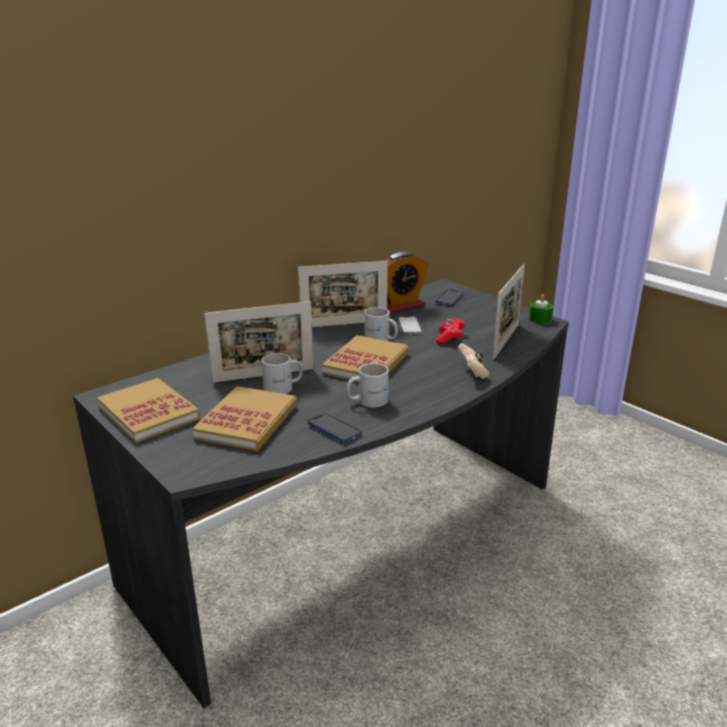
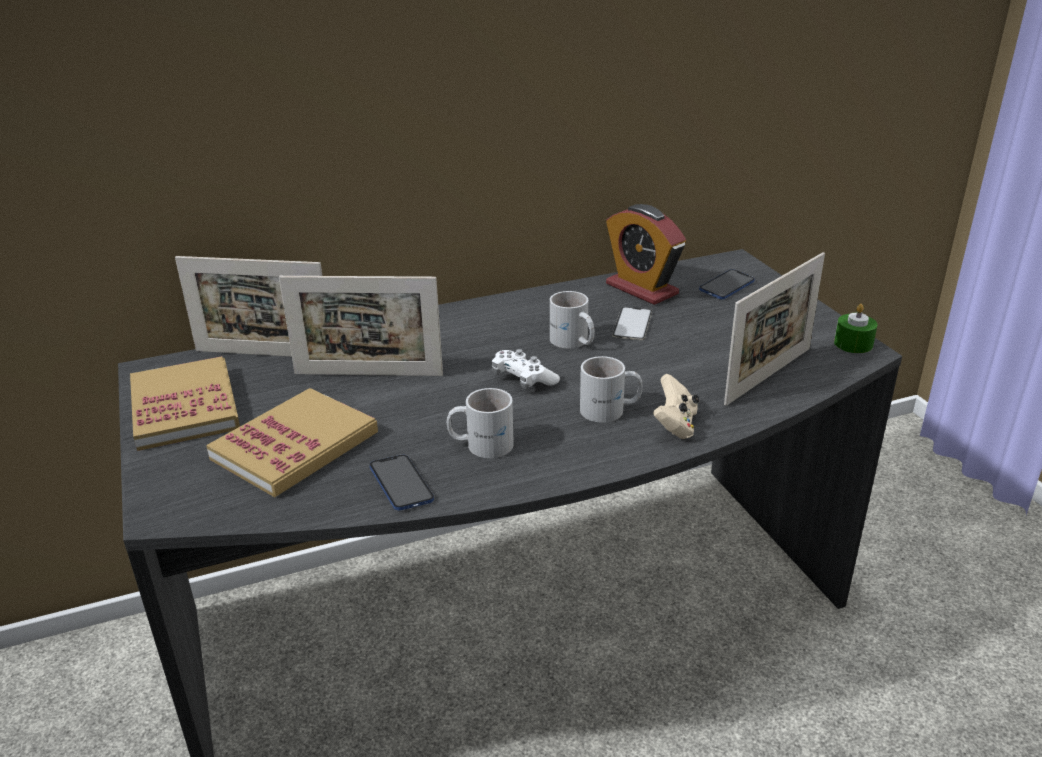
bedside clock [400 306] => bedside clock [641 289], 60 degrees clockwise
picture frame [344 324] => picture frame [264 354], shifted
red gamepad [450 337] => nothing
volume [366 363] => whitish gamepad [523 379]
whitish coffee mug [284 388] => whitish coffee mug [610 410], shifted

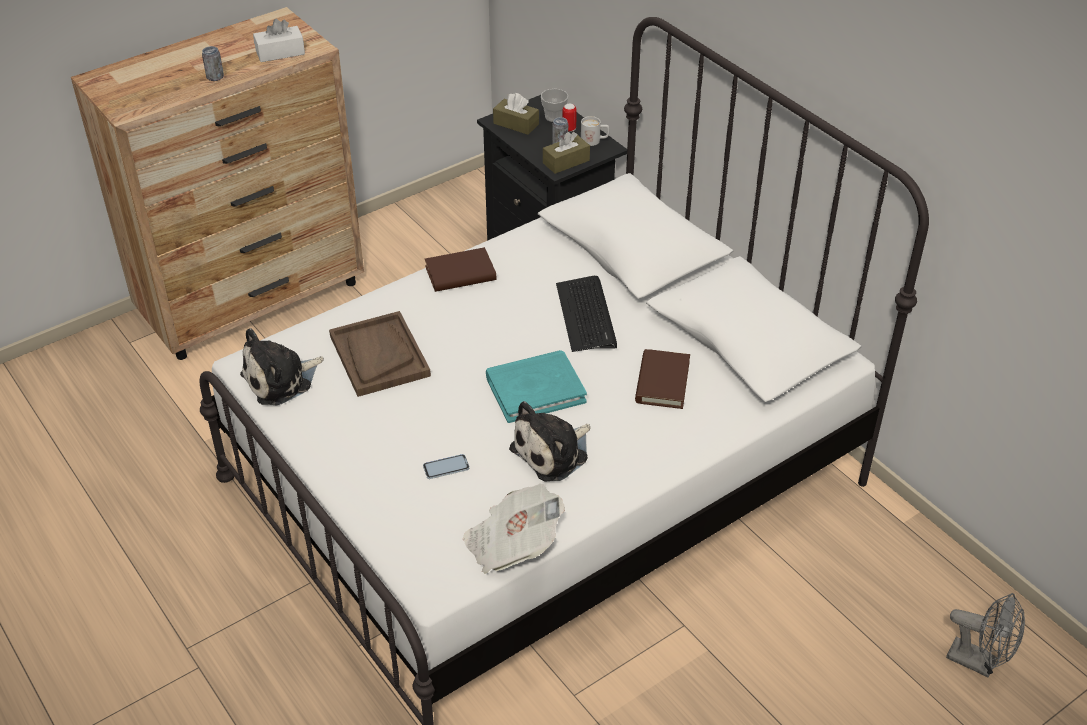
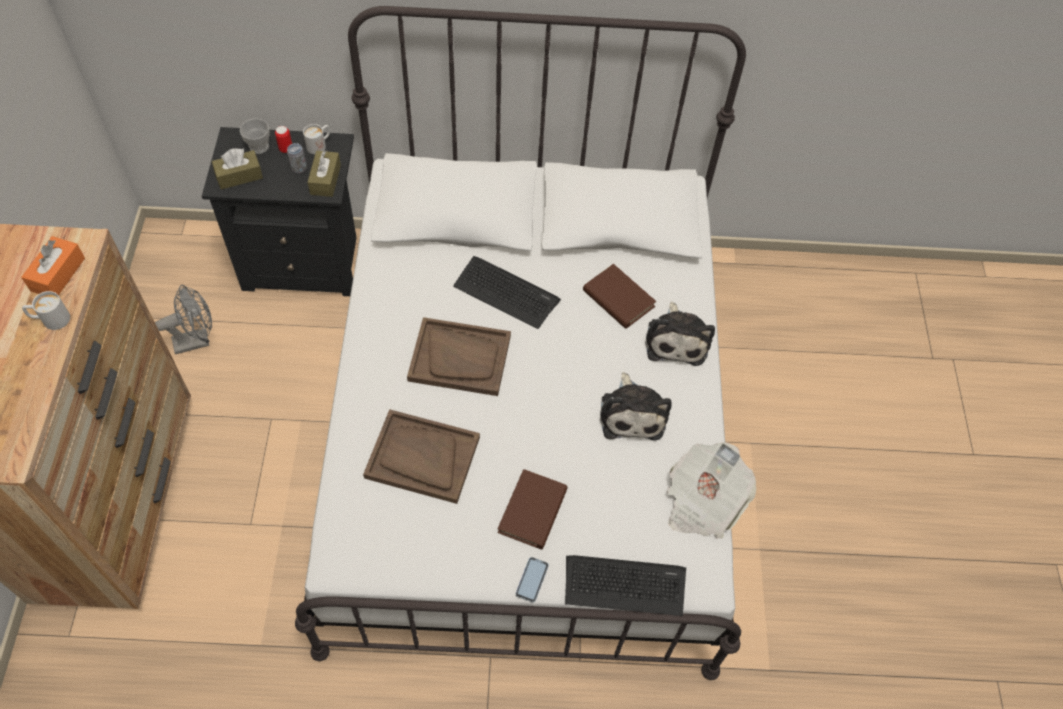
whitish tissue box [280 52] => orange tissue box [58 274]
can [215 77] => nothing
brown volume [460 273] => brown volume [532 511], shifted
cuddly toy [281 380] => cuddly toy [676 339], shifted
turquoise volume [535 389] => nothing
phone [446 467] => phone [532 580], shifted
greyish cooling fan [979 662] => greyish cooling fan [197 340], shifted
nothing => whitish coffee mug [50 319]
nothing => brown serving tray [460 358]
nothing => computer keyboard [624 585]

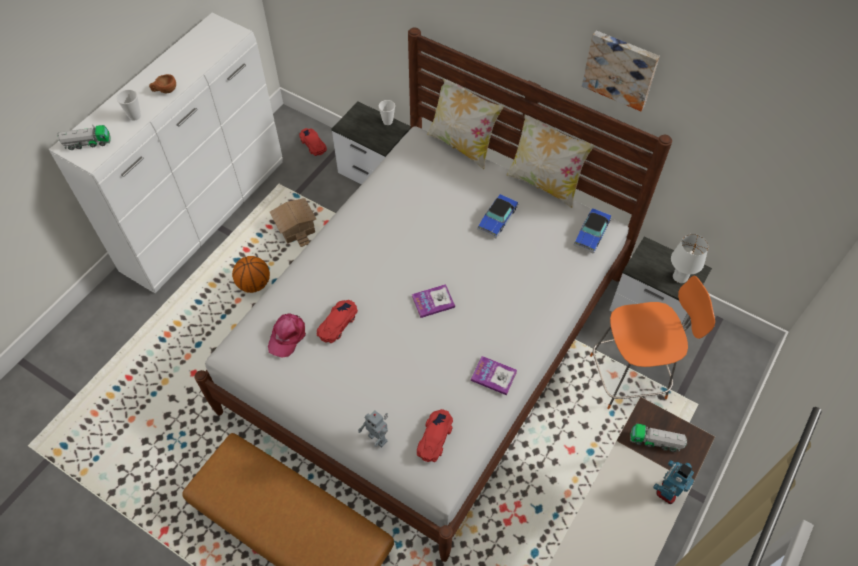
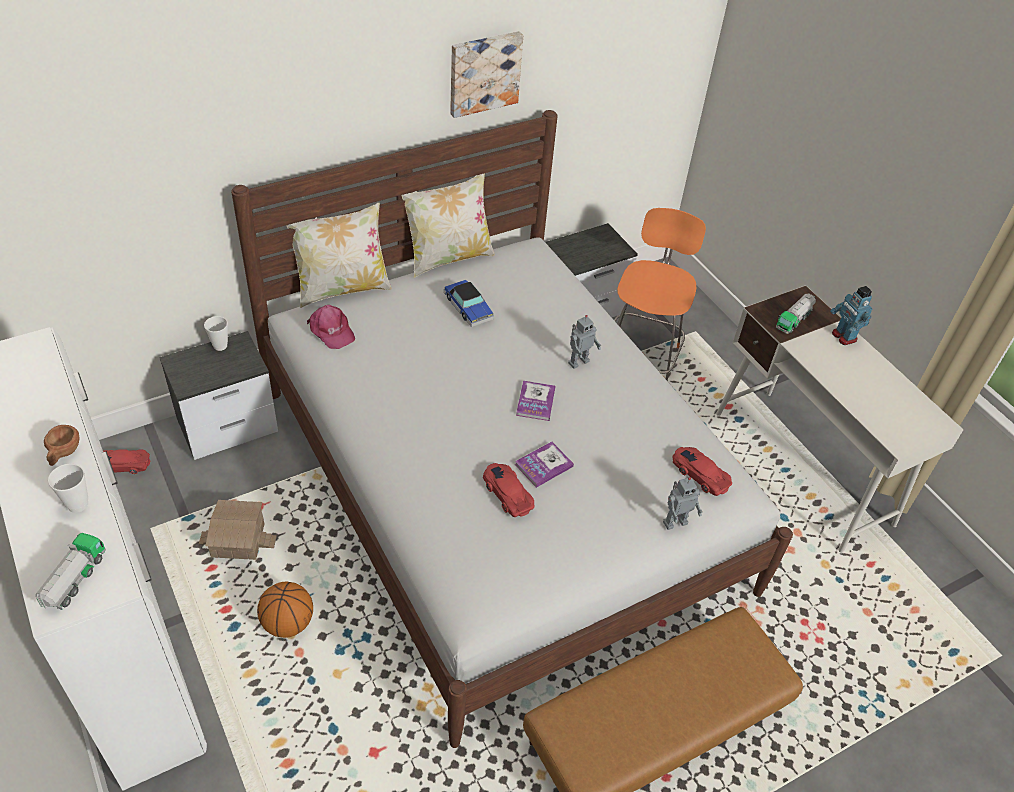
miniature car [591 233] => nothing
whitish lamp for a table [679 278] => nothing
pink-coloured cap [287 336] => pink-coloured cap [331 331], shifted
volume [493 376] => volume [544 465], shifted
nothing => model robot [578 361]

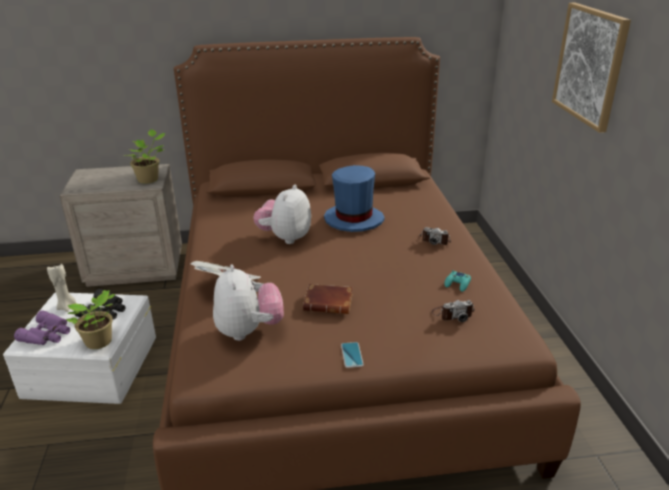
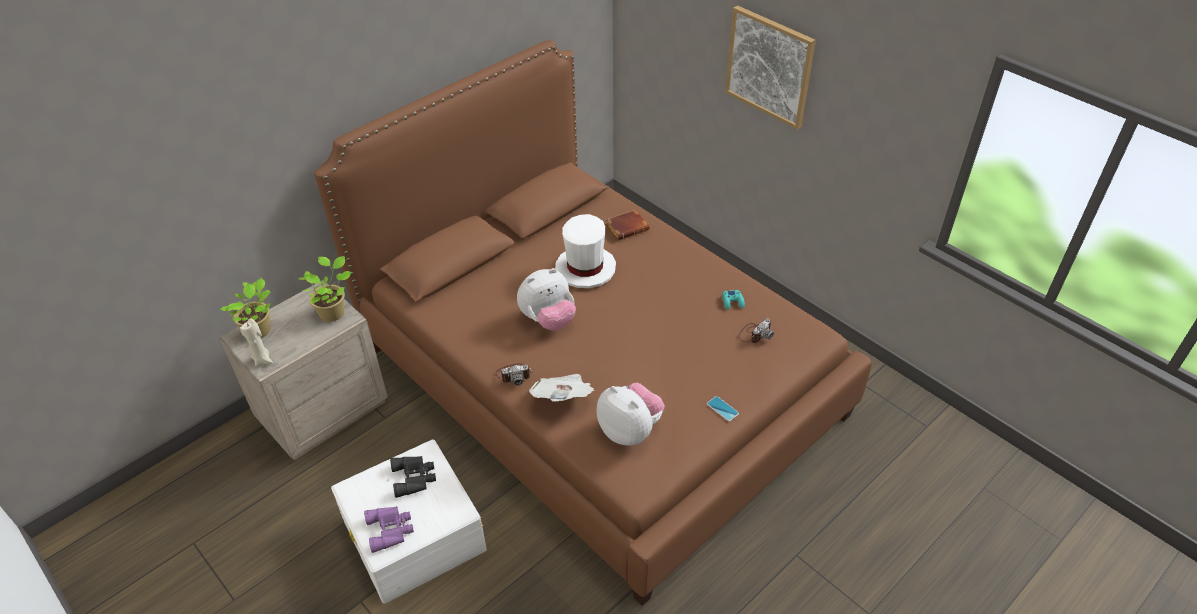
blue-coloured hat [353 220] => whitish hat [585 269]
cuddly toy [285 238] => cuddly toy [548 320], 105 degrees counterclockwise
photo camera [435 240] => photo camera [514 375], shifted
sand-coloured candle [67 307] => sand-coloured candle [263 360], shifted
brown volume [330 302] => brown volume [627 227], shifted
potted plant [100 342] => potted plant [260 331], shifted

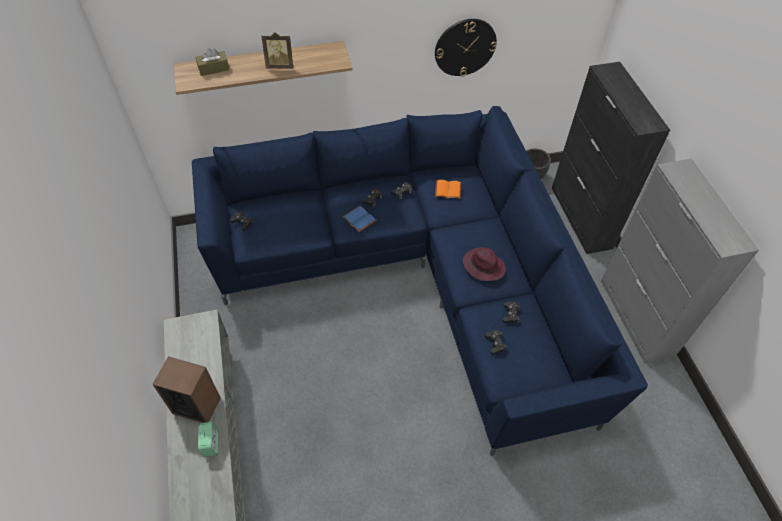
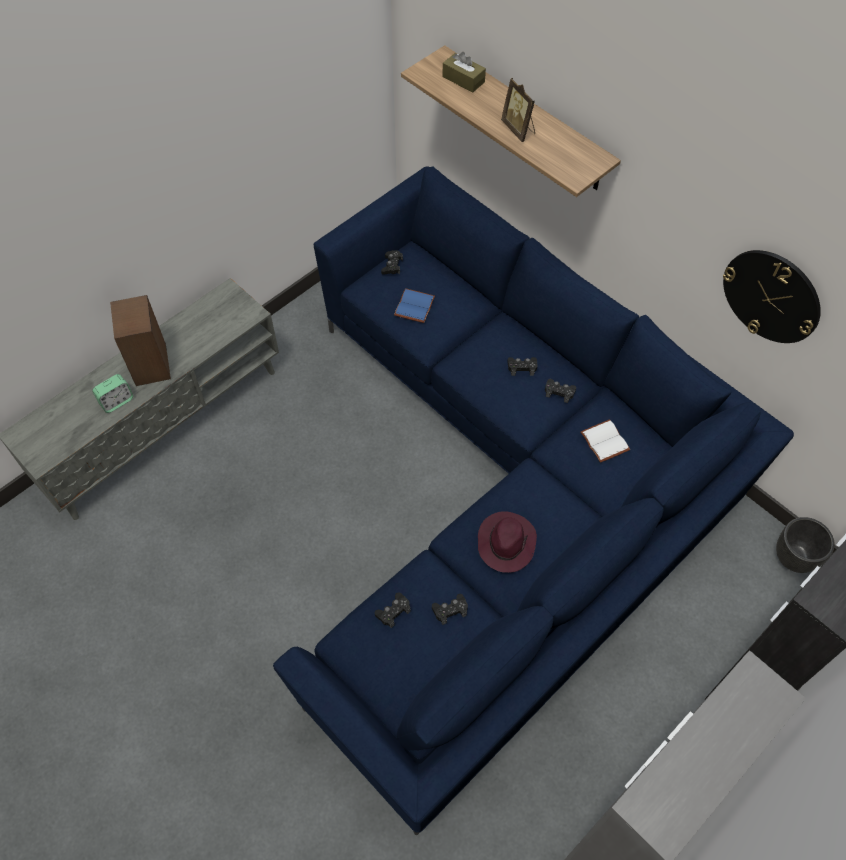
orange volume [447 190] => whitish volume [603 441]
blue-coloured volume [358 219] => blue-coloured volume [413 305], shifted

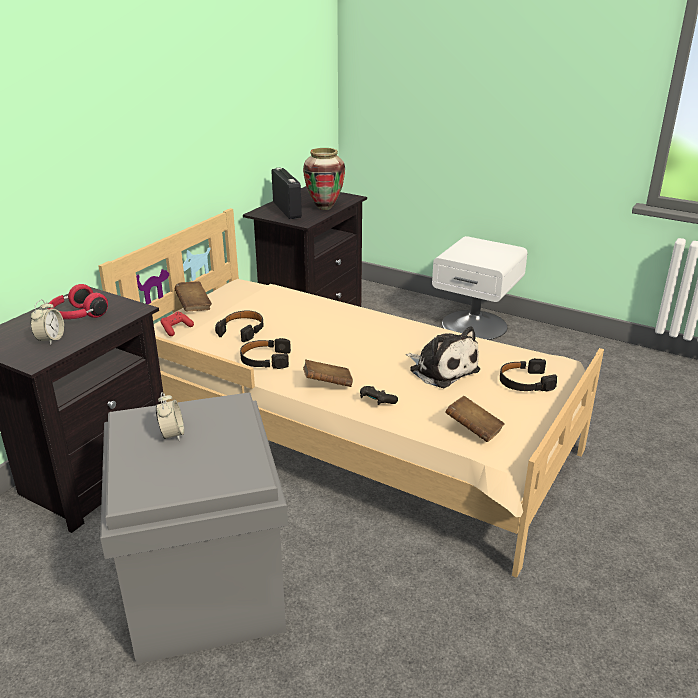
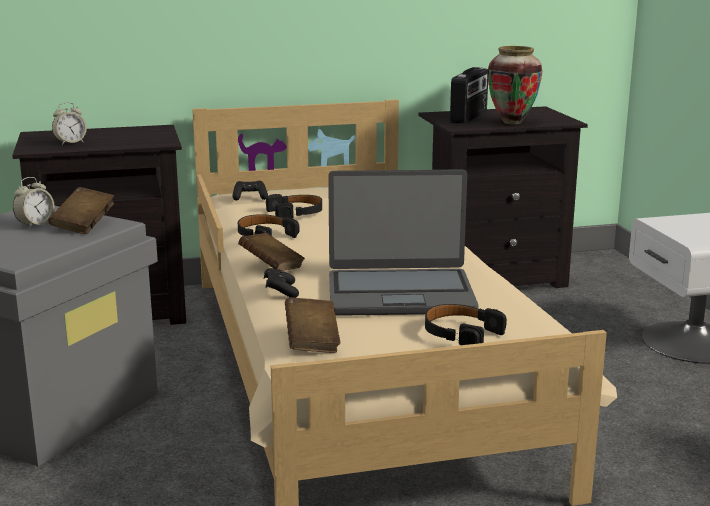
brown volume [193 305] => brown volume [84 225], shifted
red headphones [77 316] => nothing
red gamepad [176 329] => blackish gamepad [250 197]
cuddly toy [441 369] => laptop [400 294]

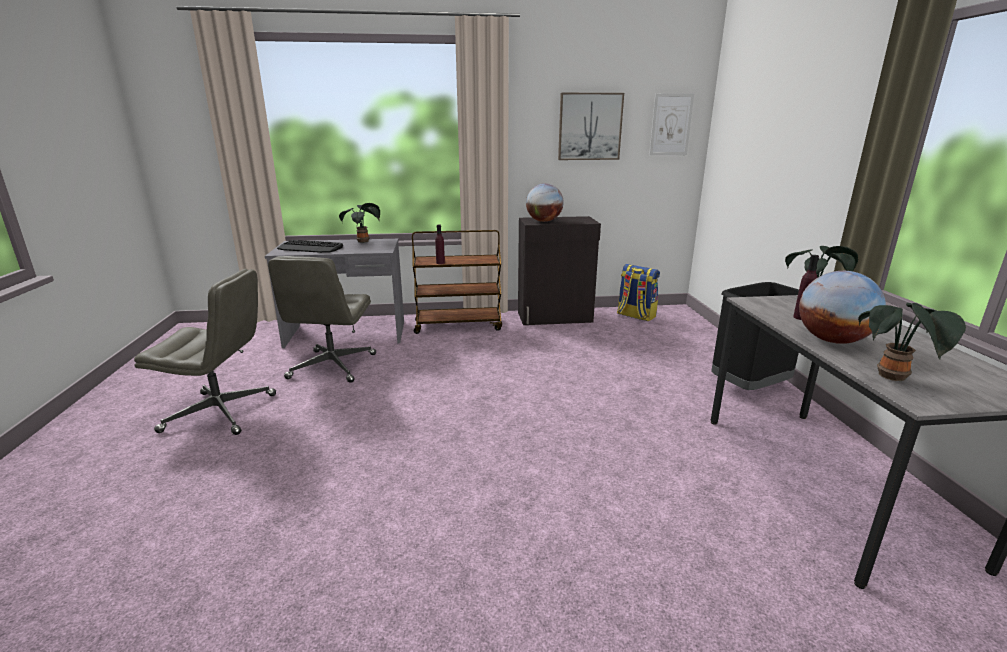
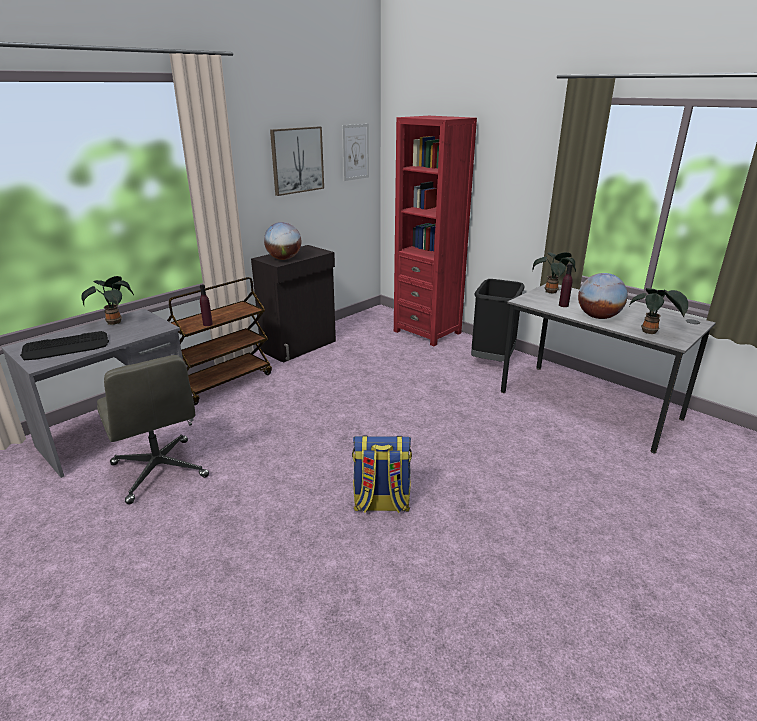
knapsack [635 316] => knapsack [381 504], shifted
greyish computer chair [221 412] => nothing
nothing => red bookcase [427 332]

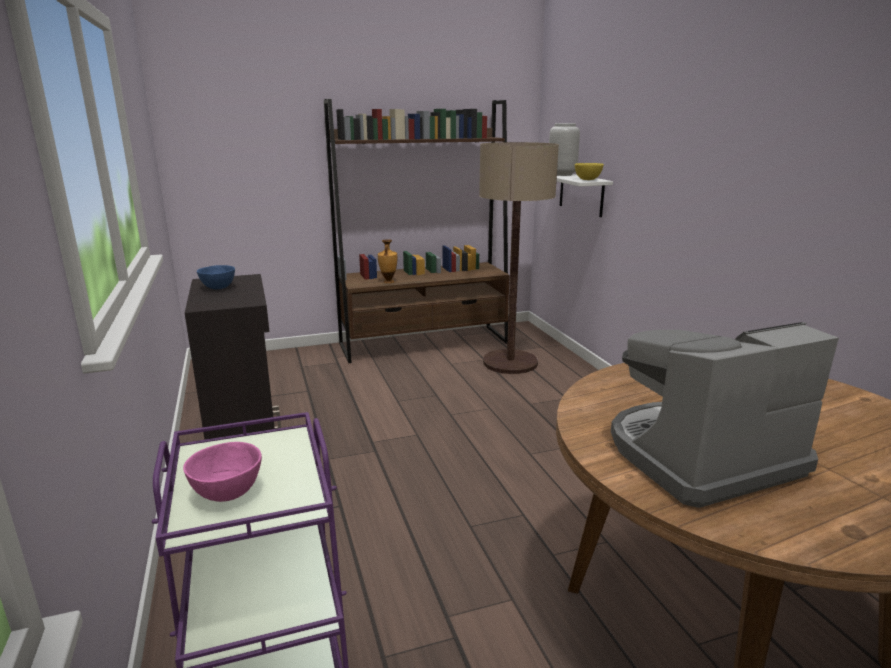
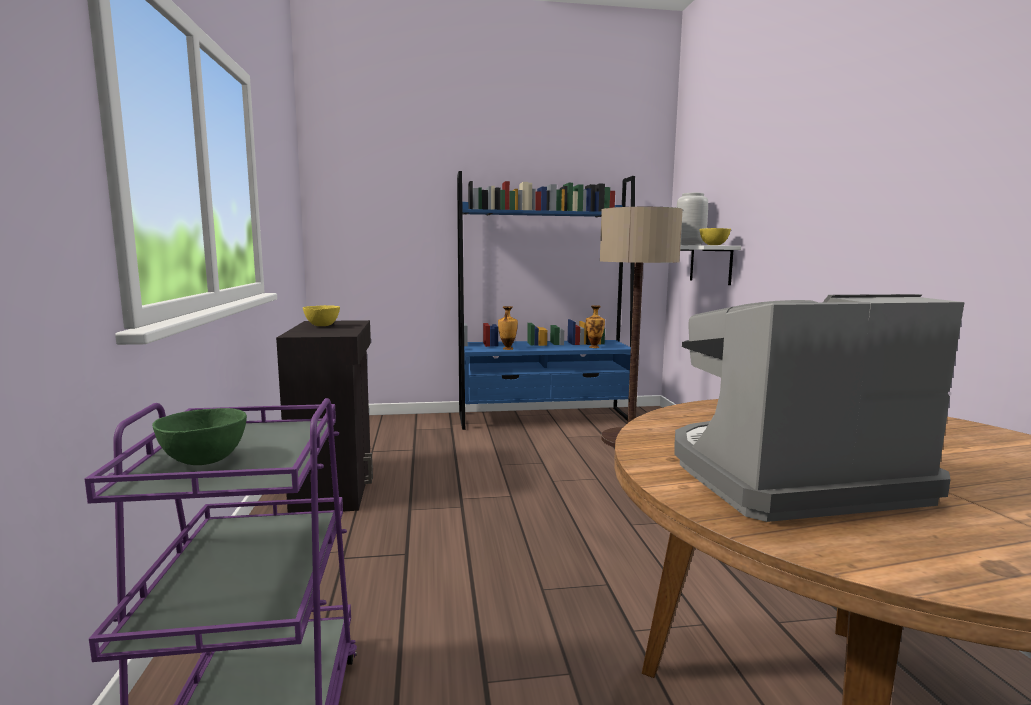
brown bookcase [424 343] => blue-coloured bookcase [544 418]
blue-coloured deep dish [218 288] => yellow-coloured deep dish [321 326]
pink-coloured deep dish [226 494] => greenish deep dish [203 461]
nothing => vase [594 347]

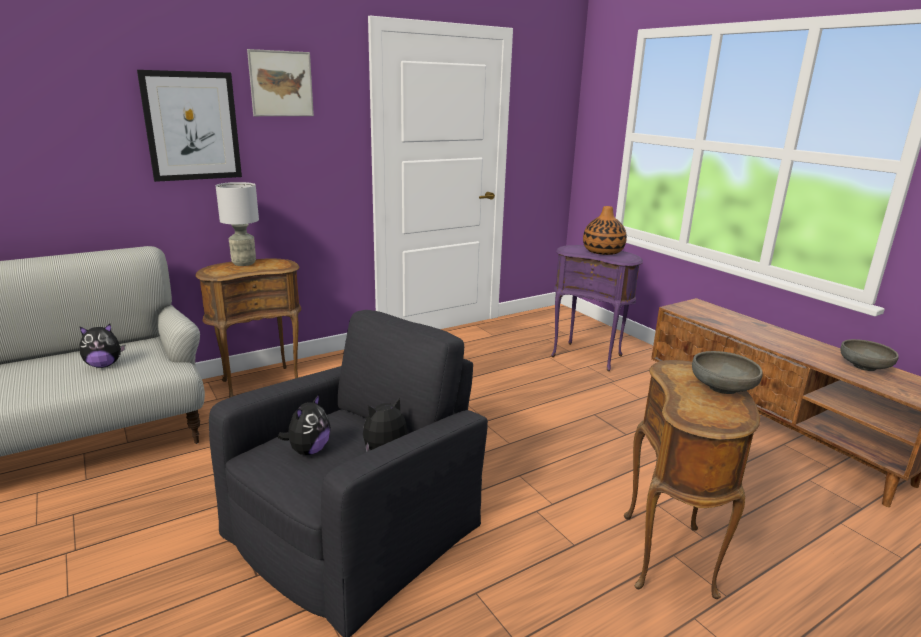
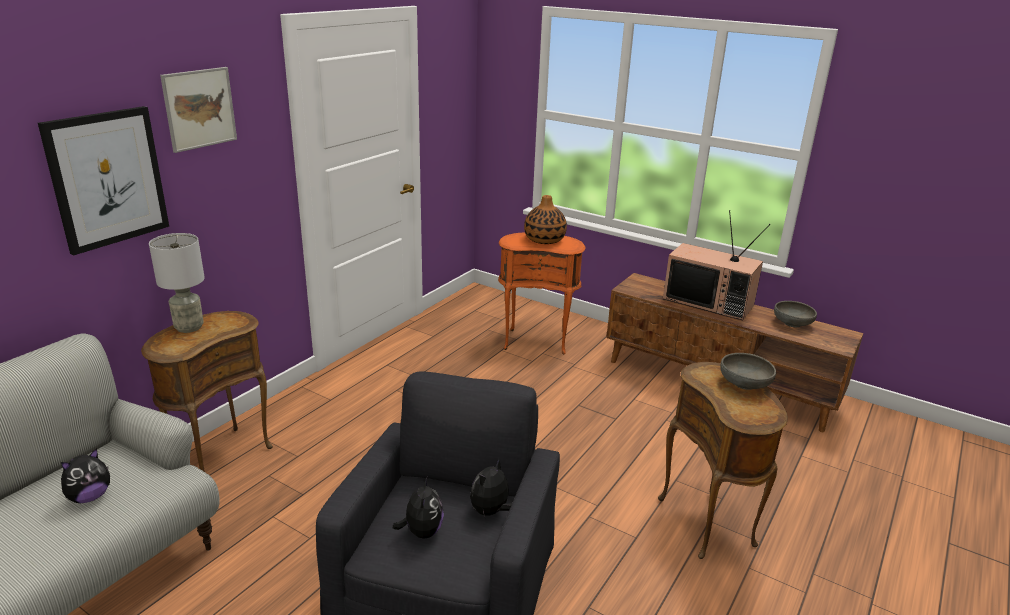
purplish side table [588 355] => orange side table [536 340]
nothing => television [709 302]

